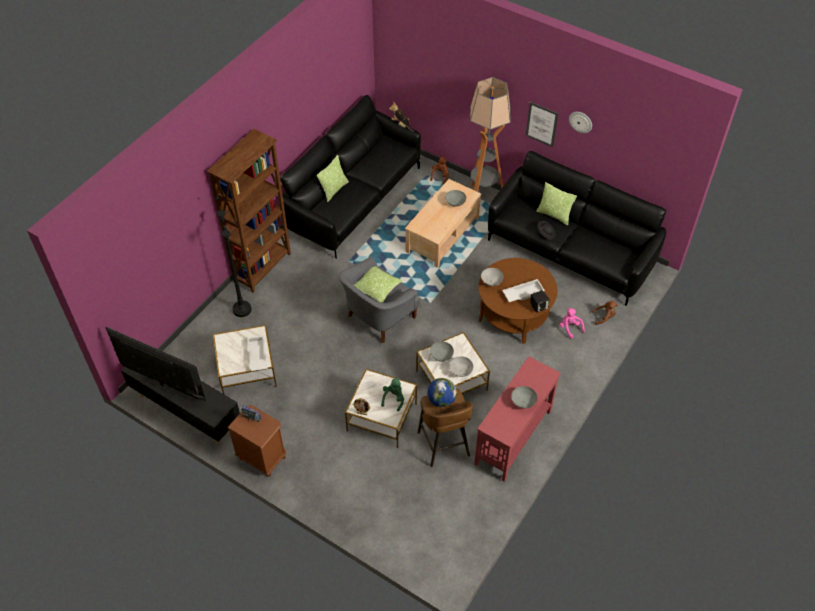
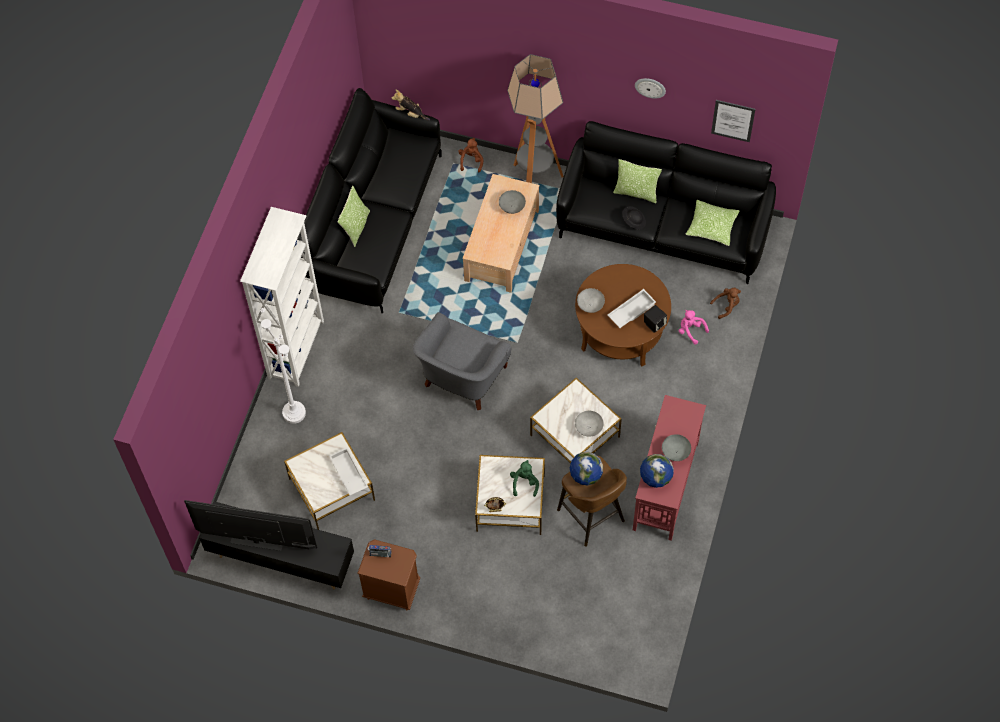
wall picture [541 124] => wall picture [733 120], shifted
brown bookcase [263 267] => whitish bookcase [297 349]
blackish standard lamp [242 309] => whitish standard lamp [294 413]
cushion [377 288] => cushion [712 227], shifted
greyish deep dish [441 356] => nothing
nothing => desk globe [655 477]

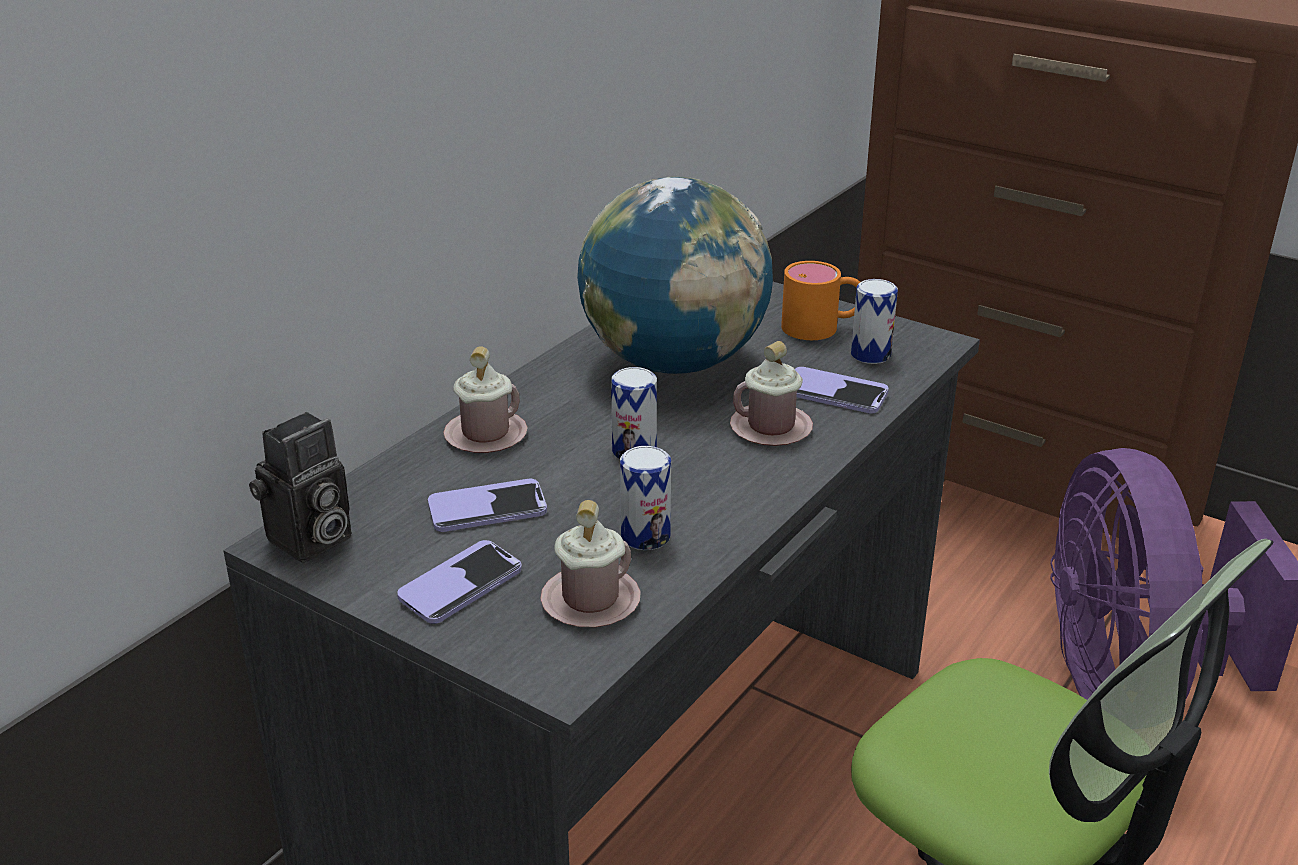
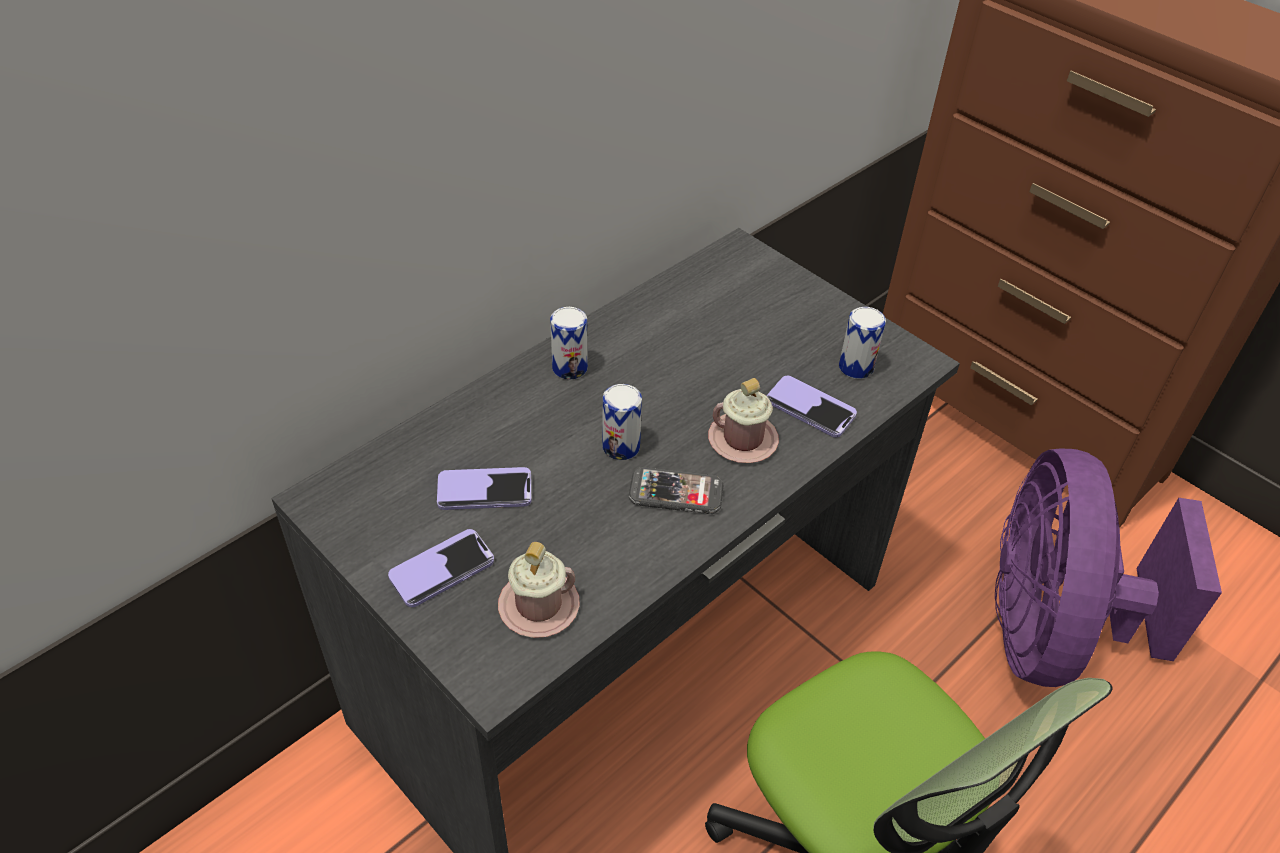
desk globe [674 363] => nothing
orange coffee mug [822 327] => nothing
pink-coloured coffee mug [485 435] => nothing
photo camera [309 542] => nothing
can [645 536] => can [569 368], shifted
nothing => phone [676 493]

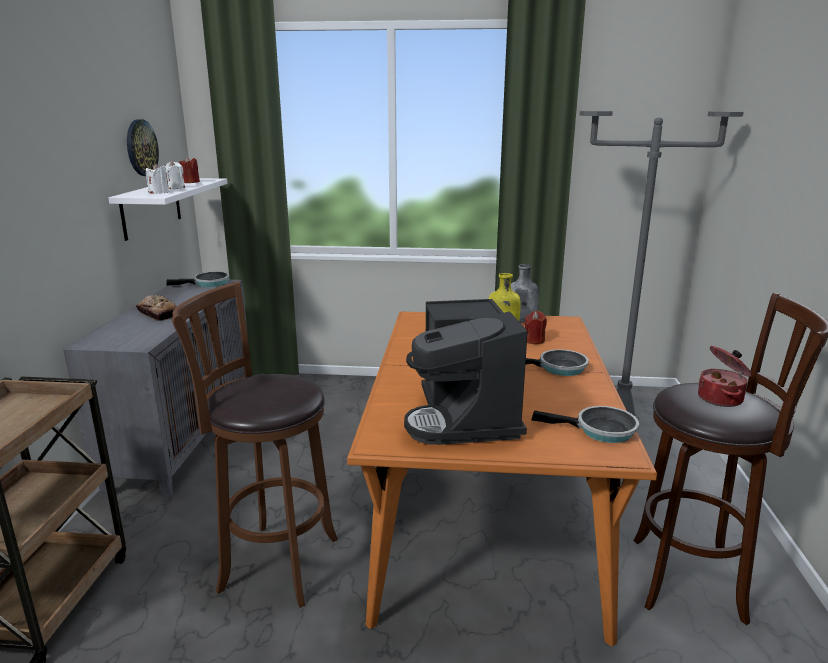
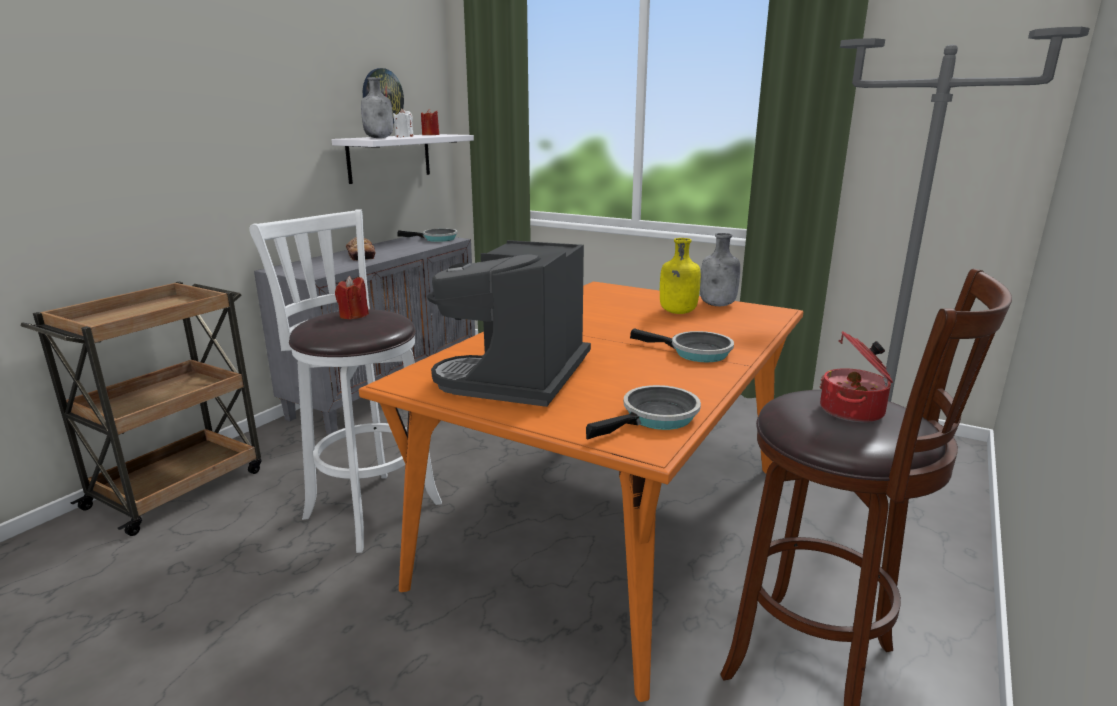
whitish candle [159 192] => greyish beverage bottle [380 138]
brown stool seat [273 562] => whitish stool seat [368 508]
red candle [534 340] => red candle [353 315], shifted
pan [600 430] => pan [655 418], 75 degrees counterclockwise

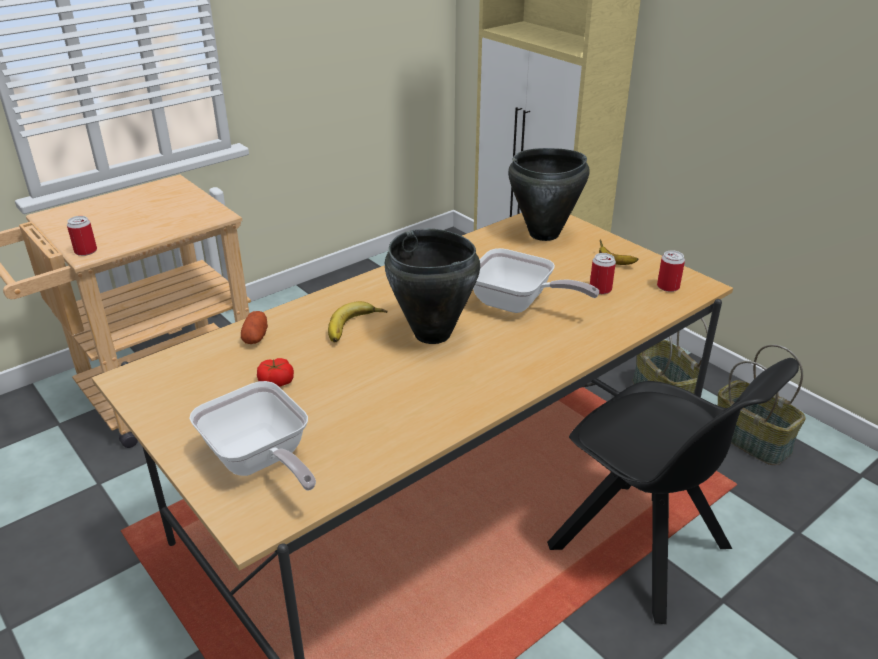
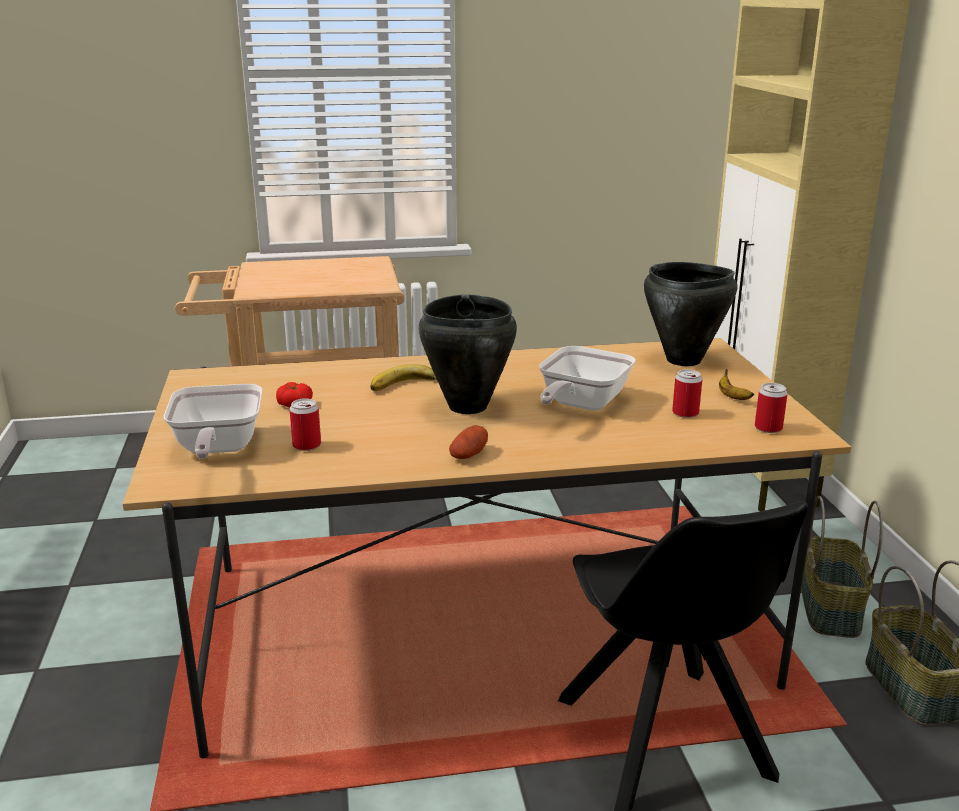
can [86 251] => can [307 445], shifted
pan [518 304] => pan [580 405], 60 degrees clockwise
spud [255 337] => spud [469 455], shifted

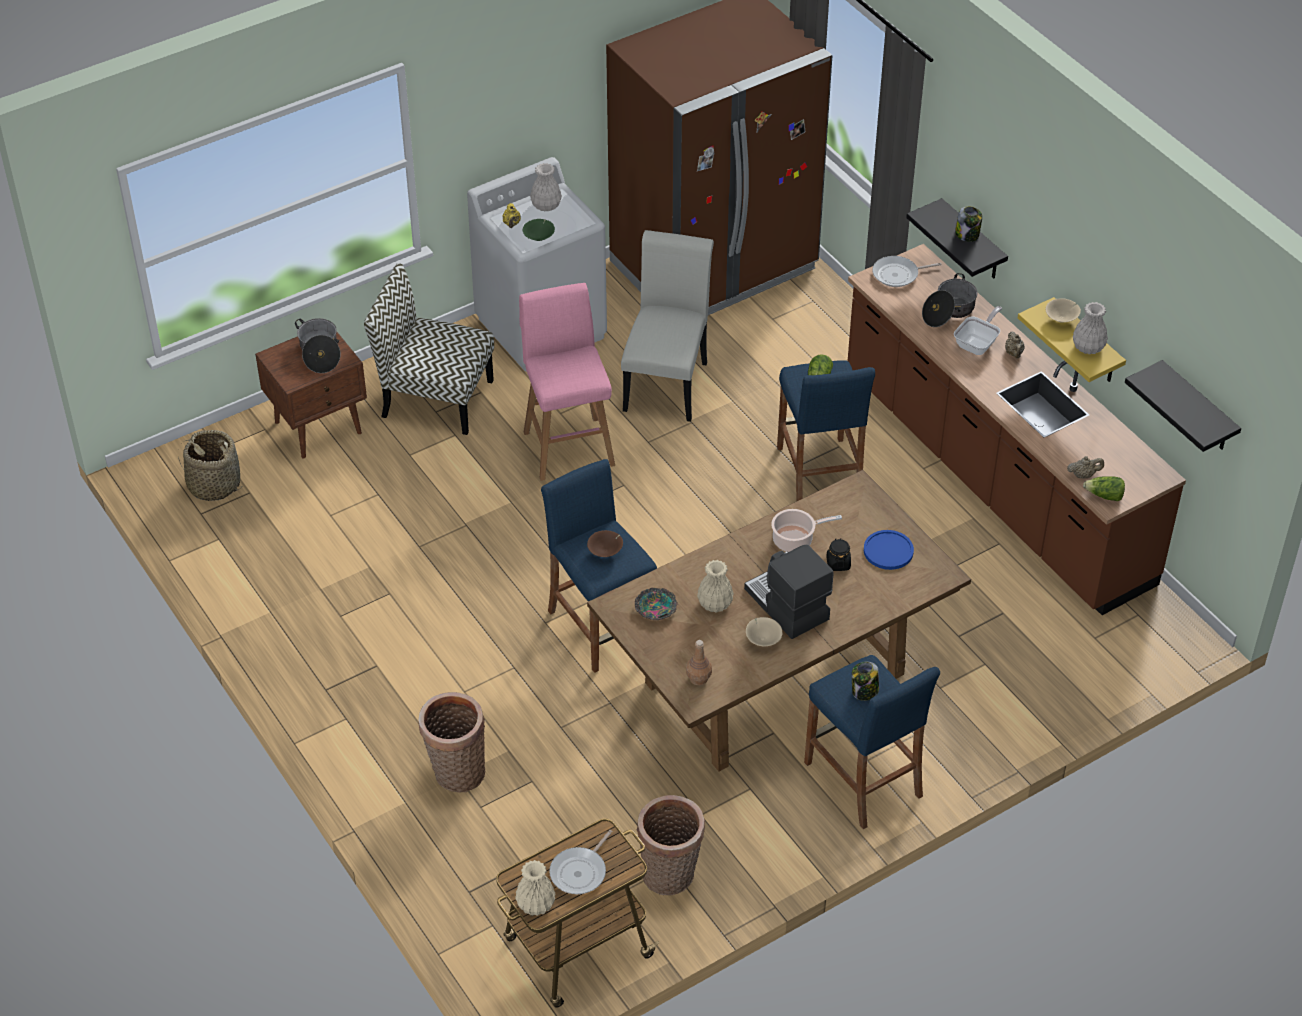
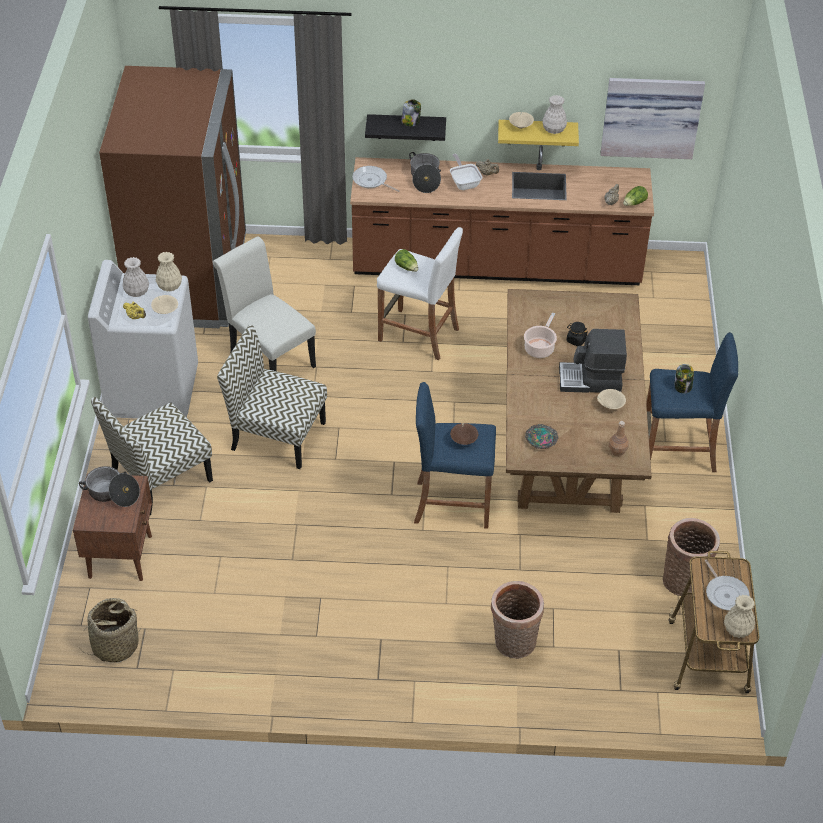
greenish deep dish [539 238] => sand-coloured deep dish [165 311]
pan [898 275] => pan [371 181], 105 degrees clockwise
pink-coloured stool seat [568 446] => upright chair [276 435]
blue-coloured stool seat [819 473] => whitish stool seat [418 335]
blackish bracket shelf [1197 409] => wall picture [651 116]
blue-coloured plate [888 551] => nothing
sand-coloured vase [714 604] => sand-coloured vase [169 286], shifted

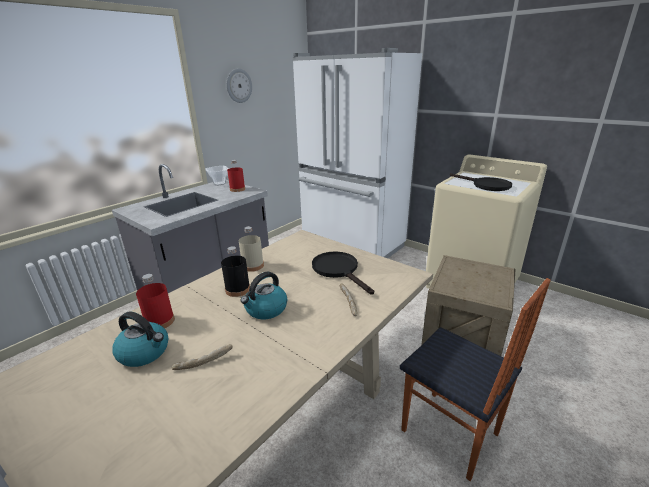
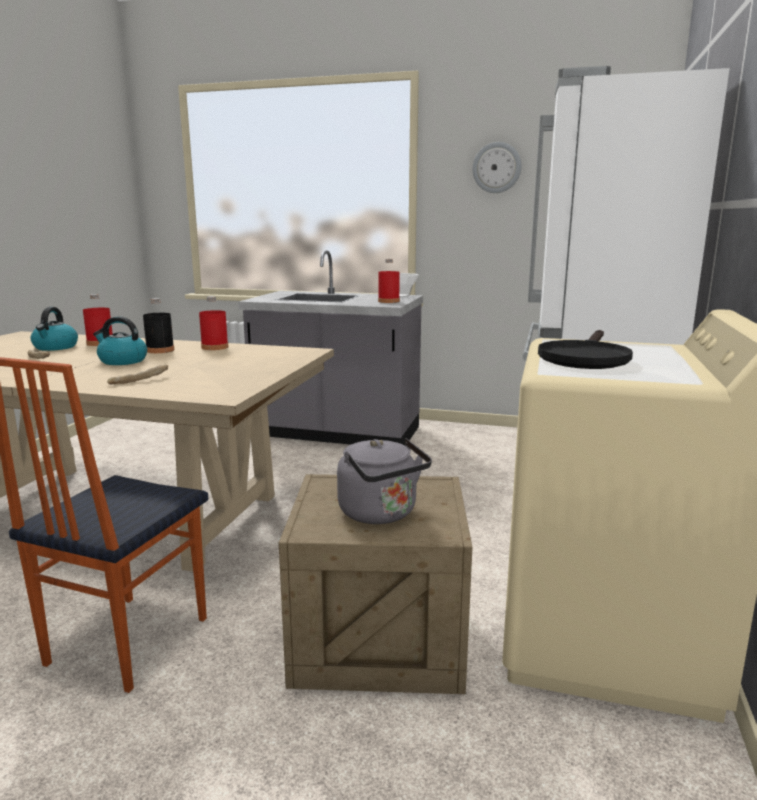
sand-coloured beverage bottle [252 266] => red beverage bottle [215 347]
blackish pan [339 270] => nothing
nothing => greyish tea kettle [381 514]

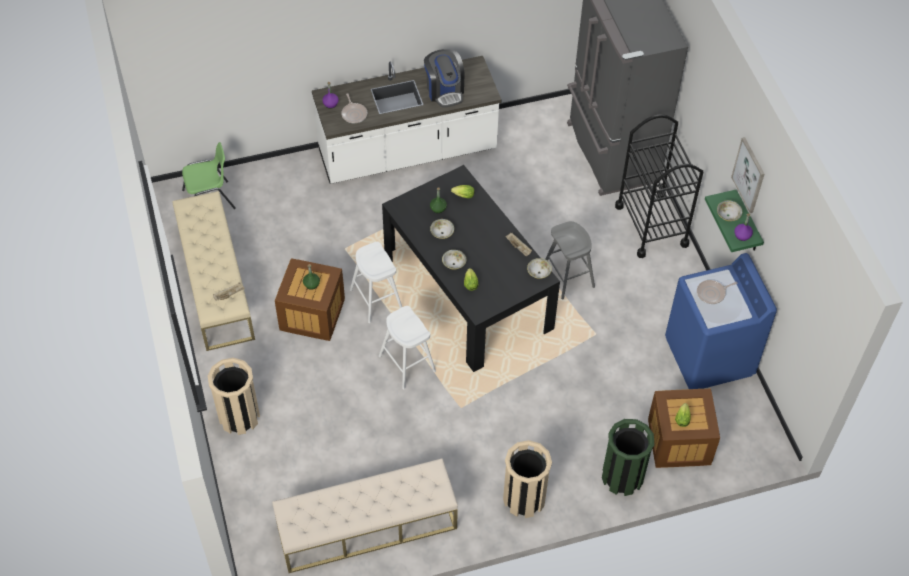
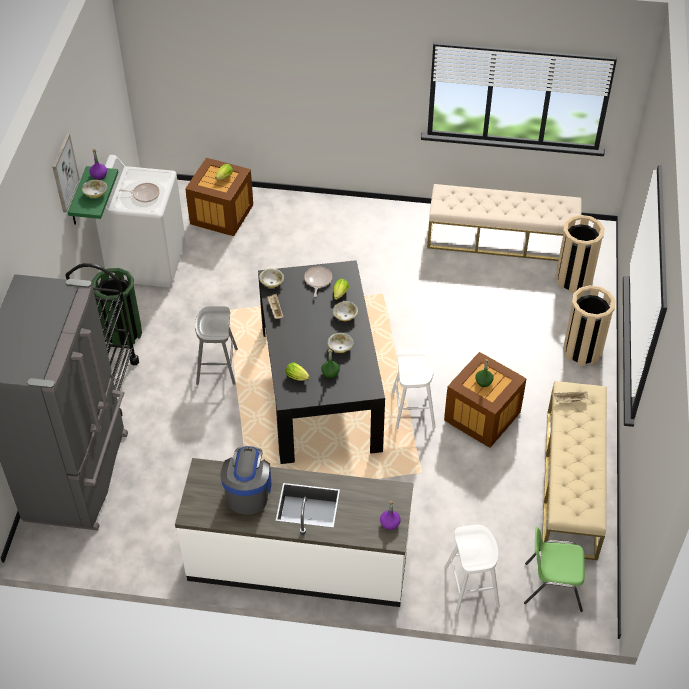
pan [354 114] => pan [317 280], shifted
blue-coloured laundry machine [709 357] => whitish laundry machine [147 261]
whitish stool seat [407 363] => whitish stool seat [471 586], shifted
greenish rubbish bin [622 477] => greenish rubbish bin [122 332], shifted
sand-coloured rubbish bin [524 498] => sand-coloured rubbish bin [573 279], shifted

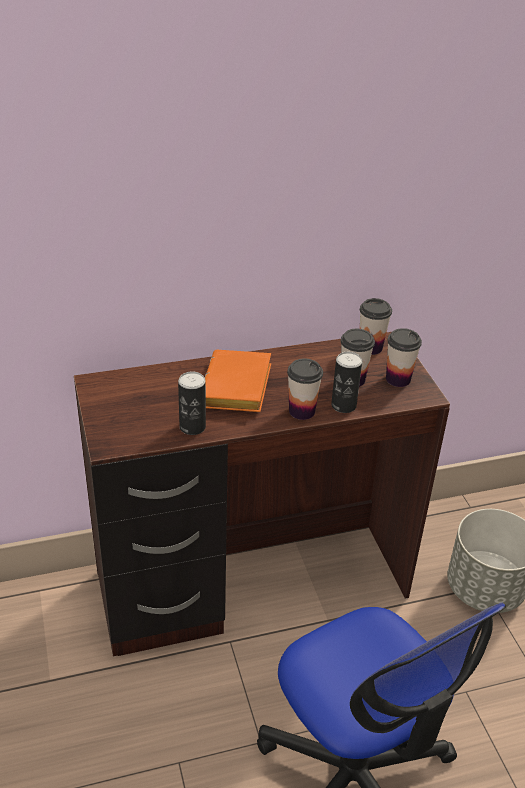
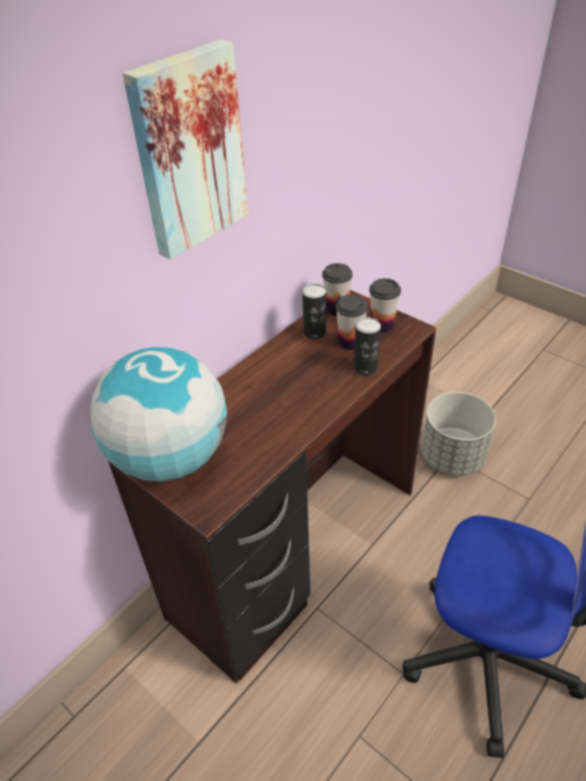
orange volume [238 389] => nothing
drinking cup [302 411] => nothing
can [192 427] => can [314 332], shifted
nothing => wall picture [188 151]
nothing => desk globe [170 457]

